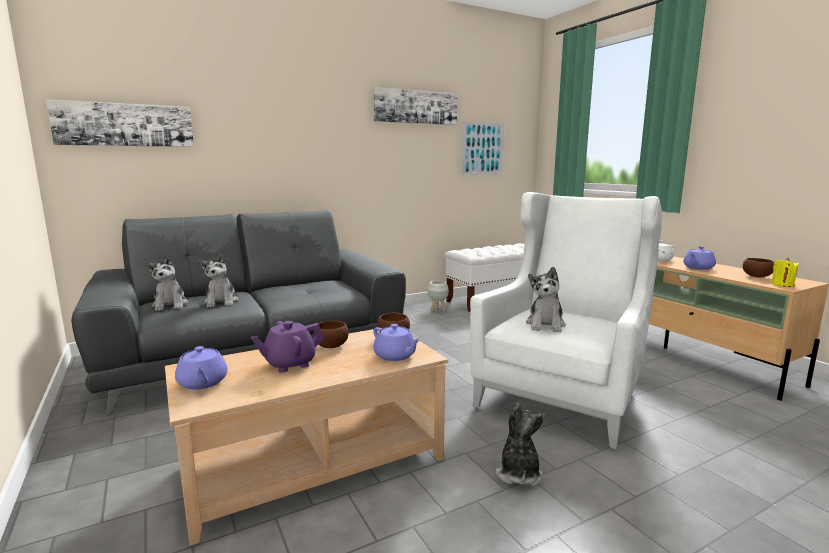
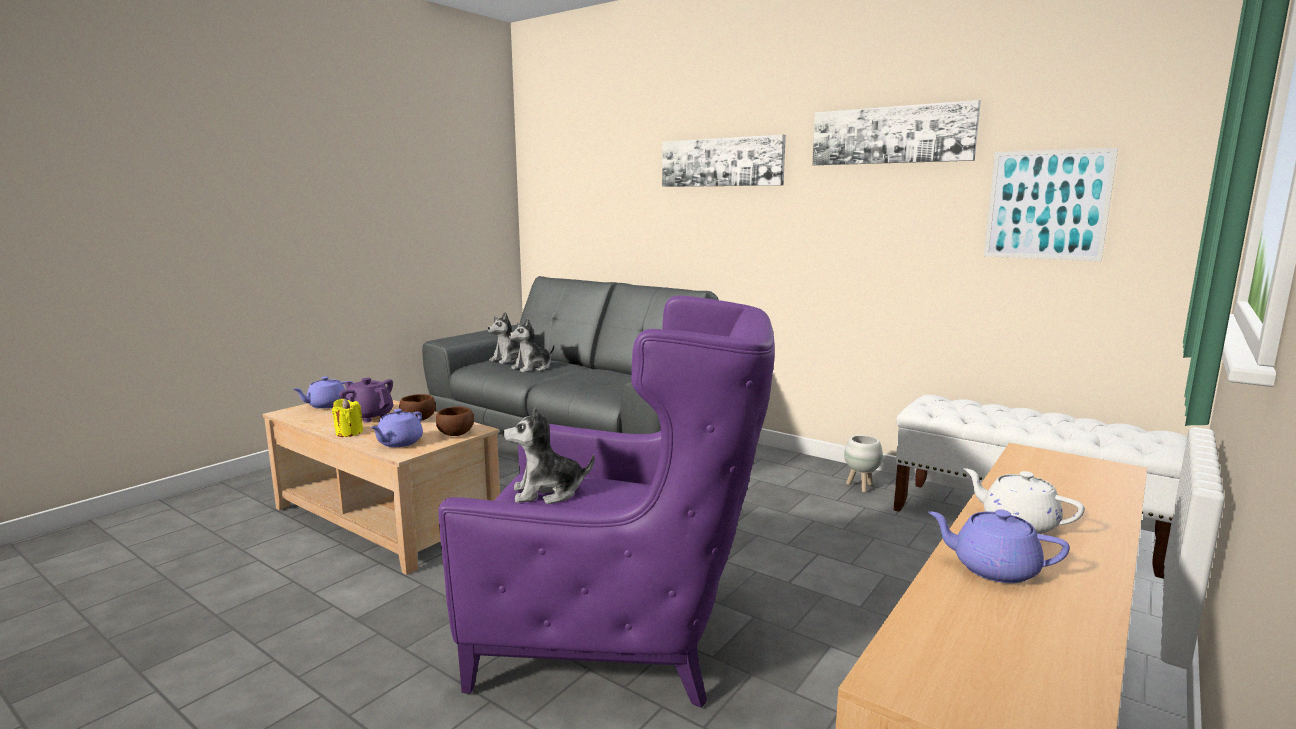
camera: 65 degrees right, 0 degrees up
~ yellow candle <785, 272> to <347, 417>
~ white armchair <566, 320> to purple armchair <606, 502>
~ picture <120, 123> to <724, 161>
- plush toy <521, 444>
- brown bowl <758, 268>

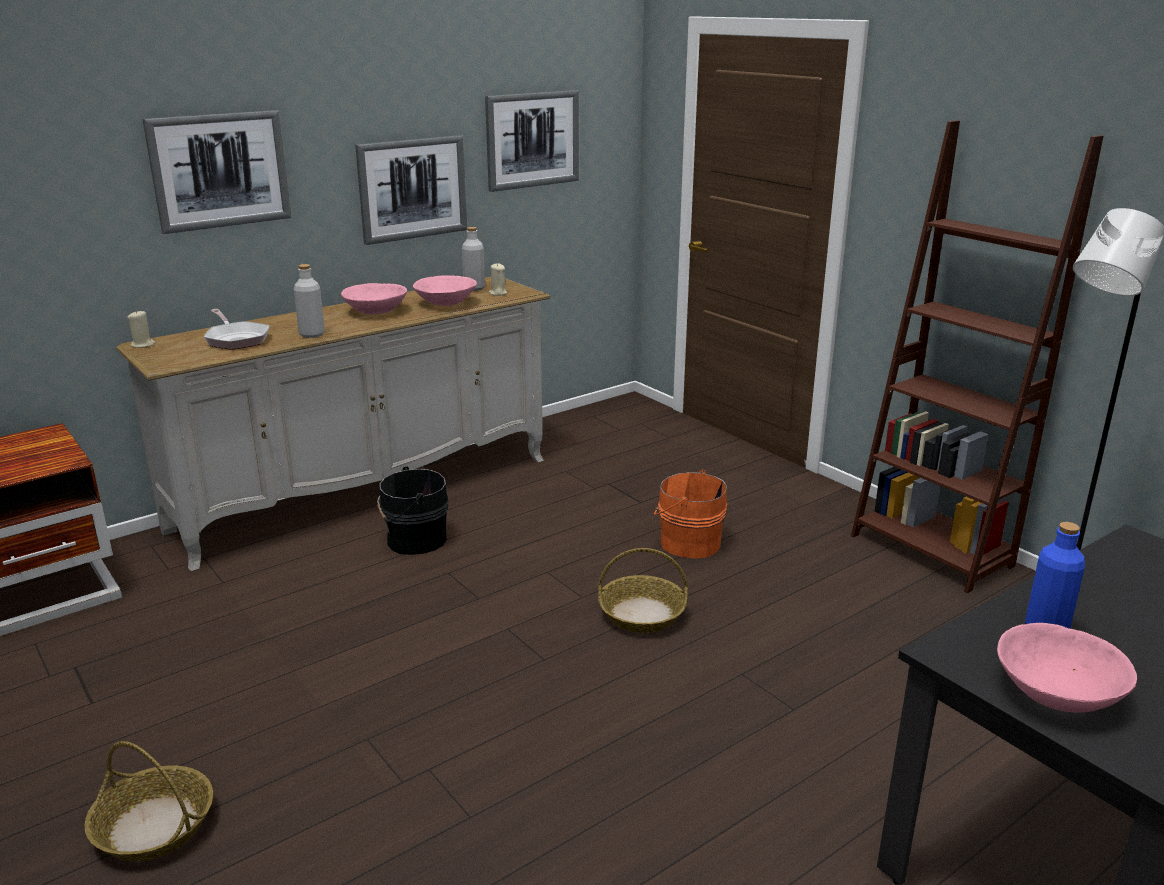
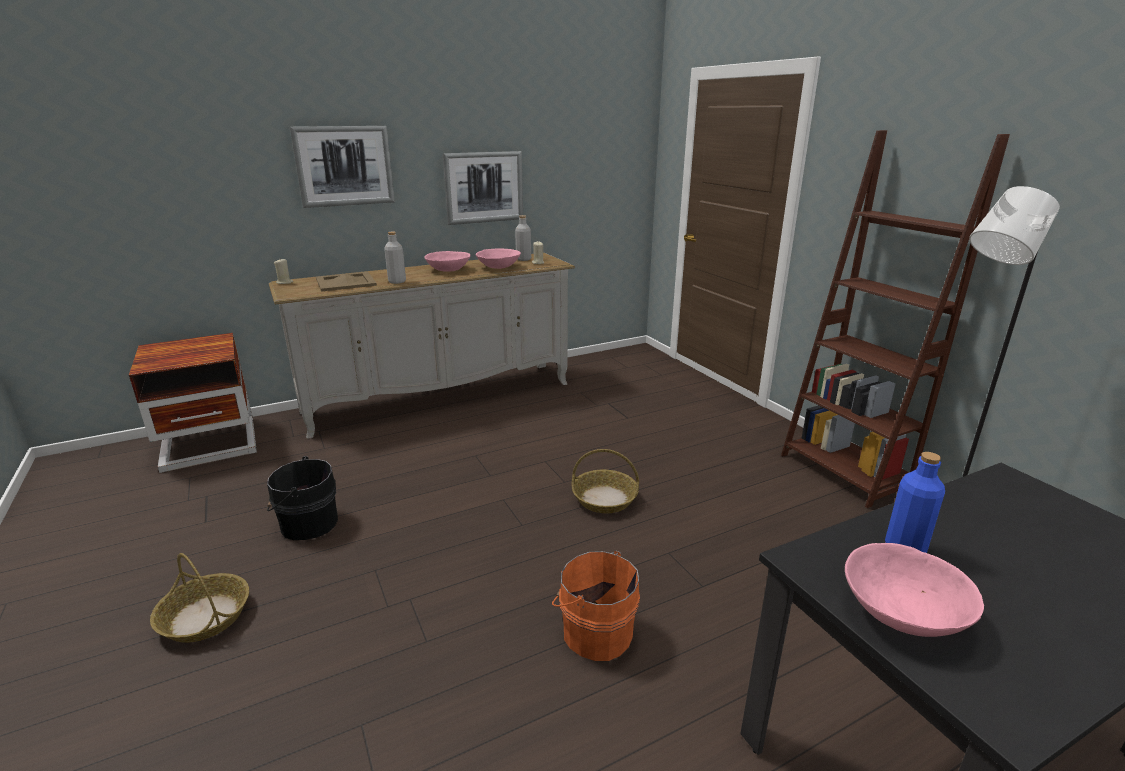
camera: 10 degrees right, 0 degrees up
~ black bucket <412, 510> to <302, 498>
~ frying pan <236, 329> to beige tray <346, 282>
~ orange bucket <690, 514> to <596, 606>
- picture <532, 141>

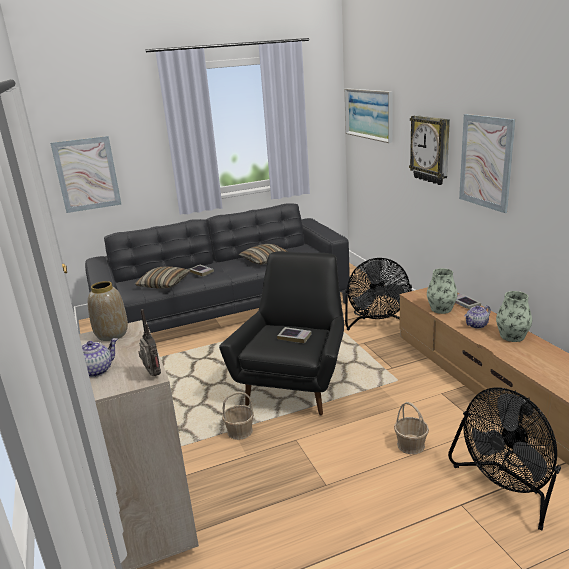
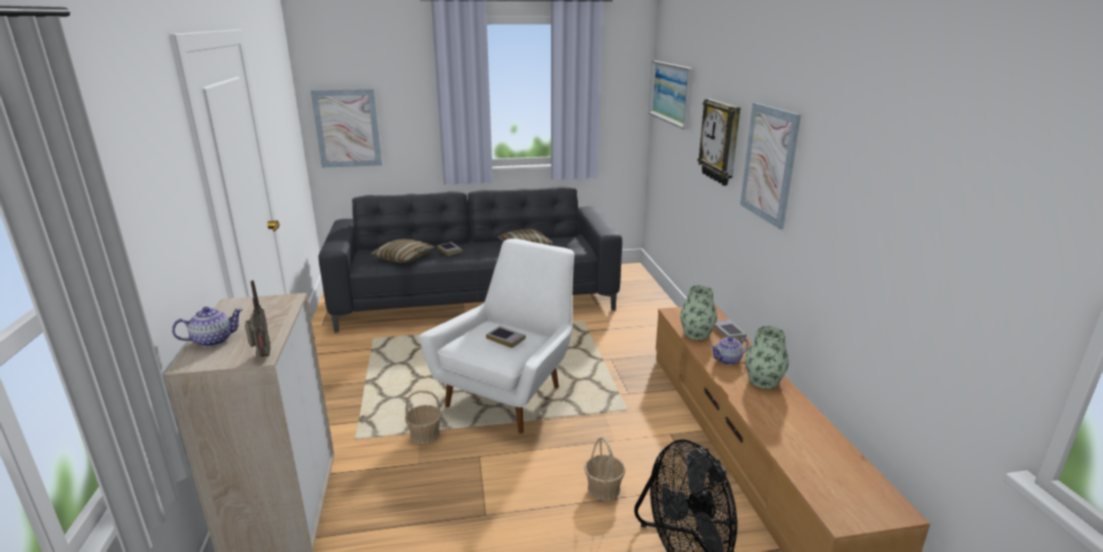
camera: 10 degrees right, 0 degrees up
~ black armchair <281, 333> to white armchair <496, 336>
- vase <108, 311>
- black fan <378, 294>

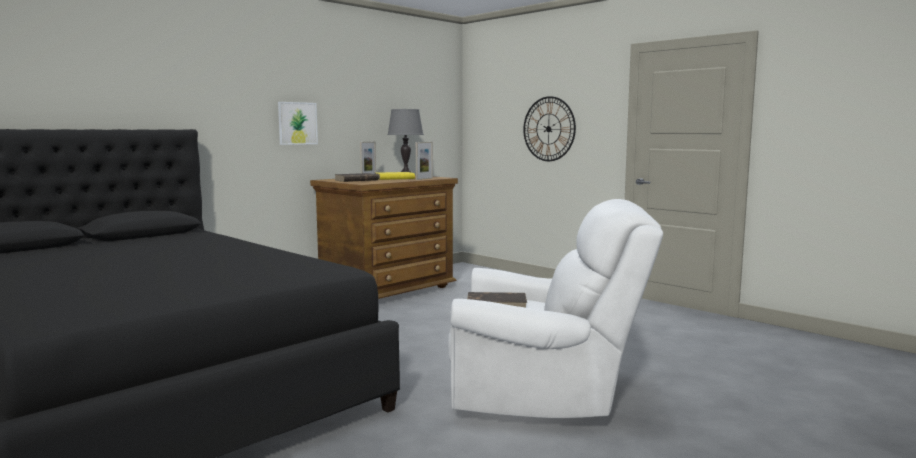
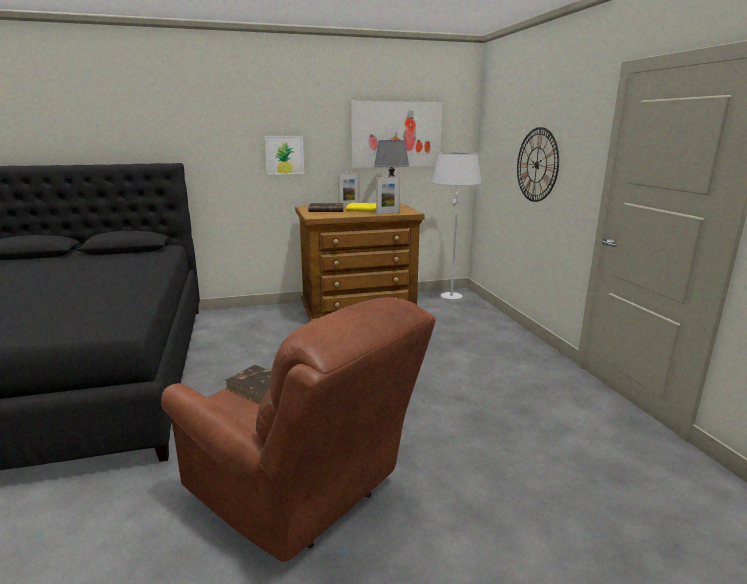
camera: 30 degrees right, 10 degrees up
~ white armchair <555, 308> to brown armchair <298, 429>
+ picture <396, 134>
+ white floor lamp <456, 227>

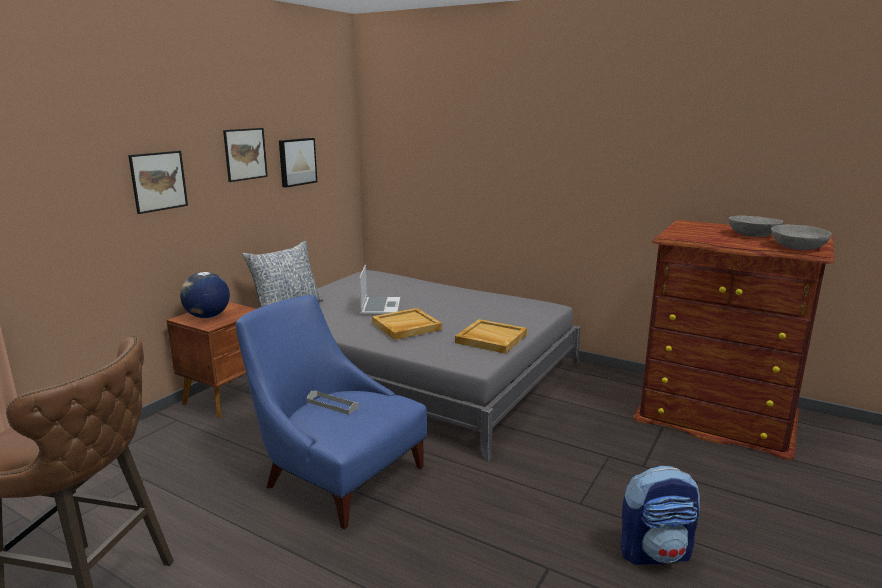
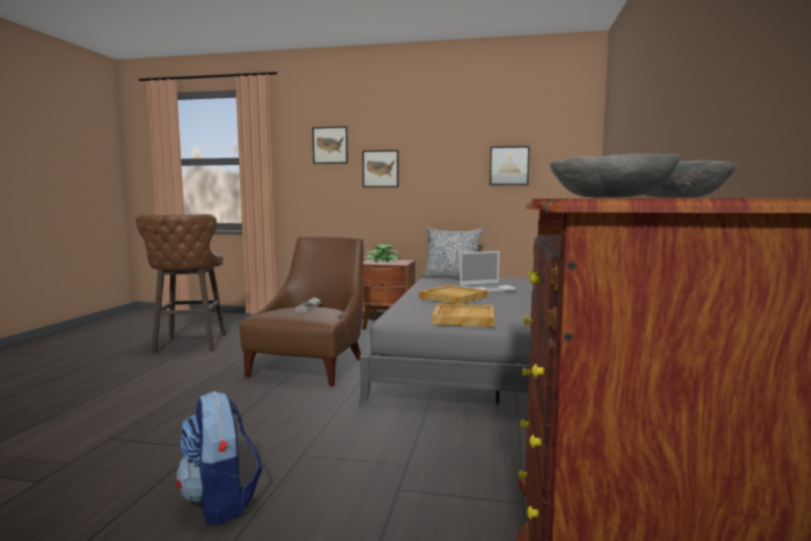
camera: 70 degrees right, 10 degrees down
~ blue armchair <331, 412> to brown armchair <301, 312>
~ picture <245, 155> to <330, 145>
~ globe <205, 295> to potted plant <382, 254>

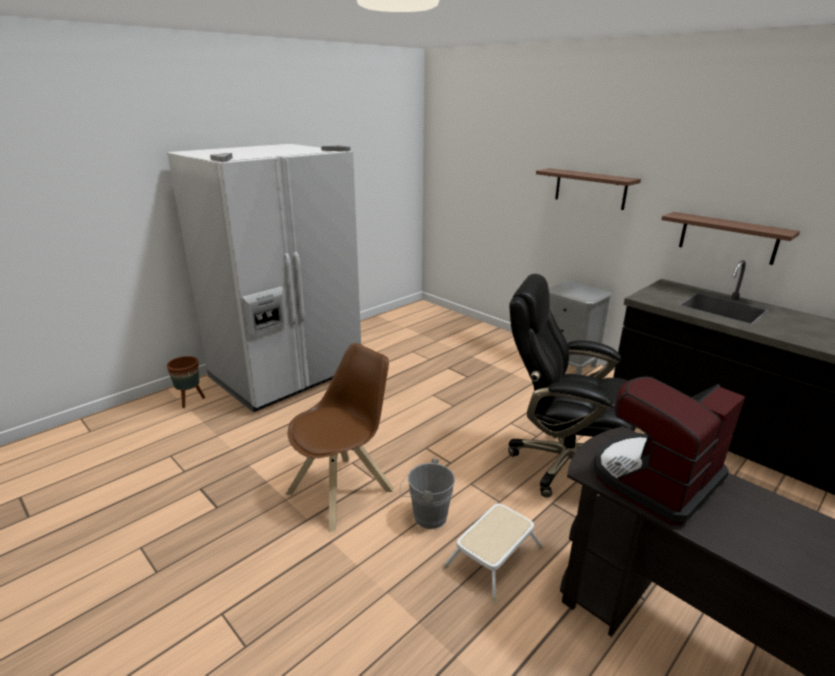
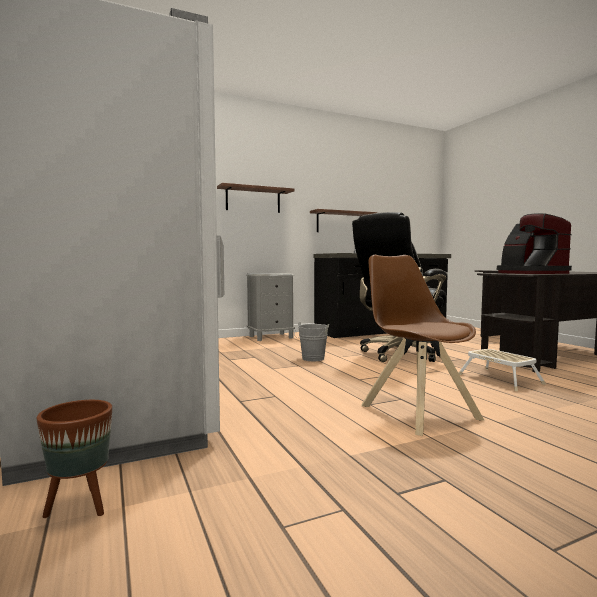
camera: 70 degrees left, 20 degrees down
~ grey bucket <427, 493> to <311, 341>

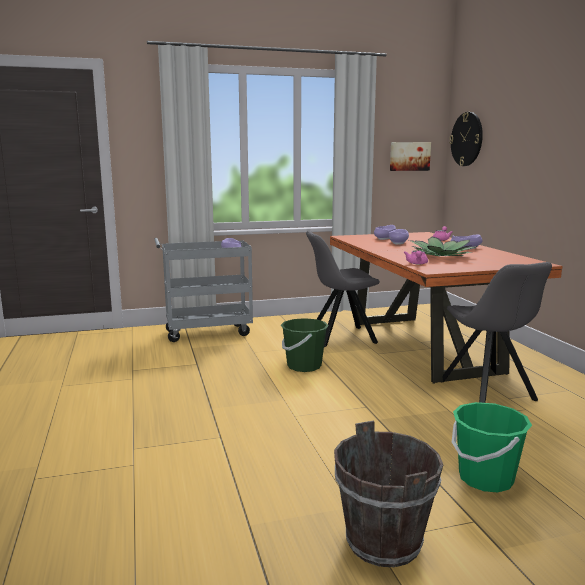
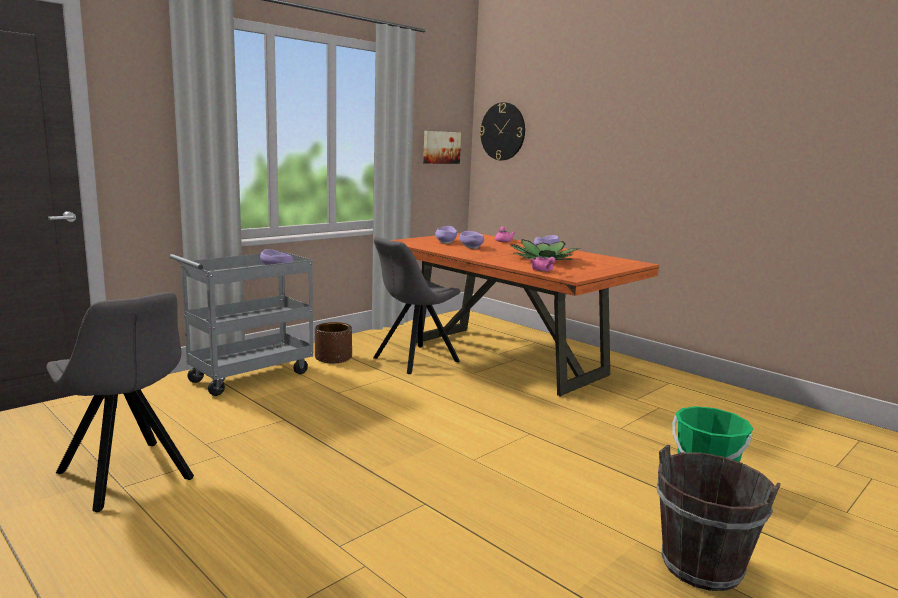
camera: 30 degrees left, 0 degrees up
~ grey chair <497, 332> to <120, 402>
+ brown planter <333, 342>
- green bucket <305, 345>

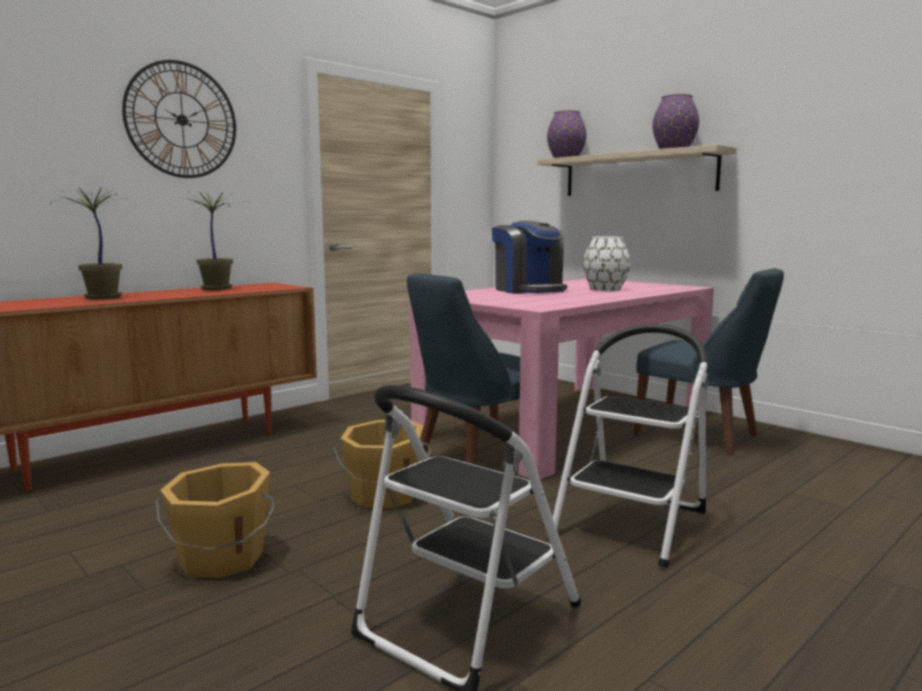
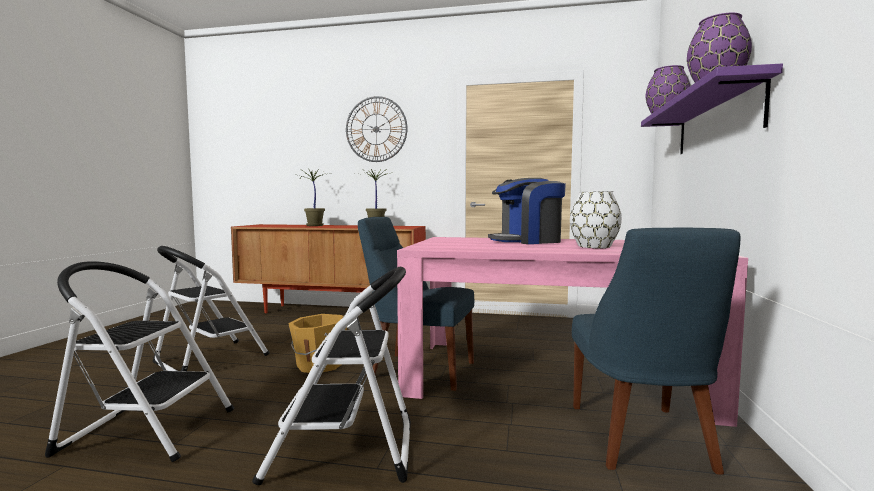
camera: 55 degrees right, 5 degrees down
~ orange bucket <215, 520> to step ladder <211, 308>
~ coffee machine <529, 257> = <527, 211> 45 degrees clockwise
~ beige shelf <637, 170> to purple shelf <712, 109>

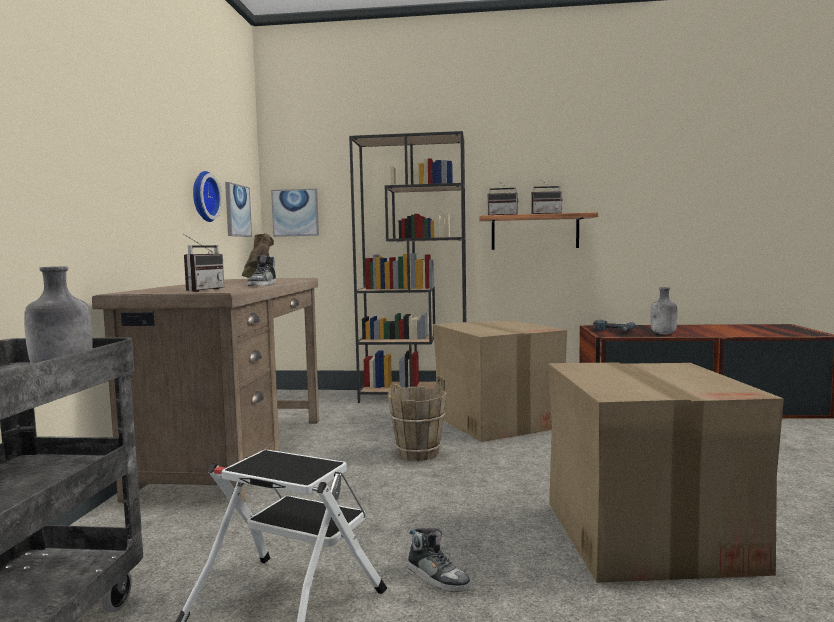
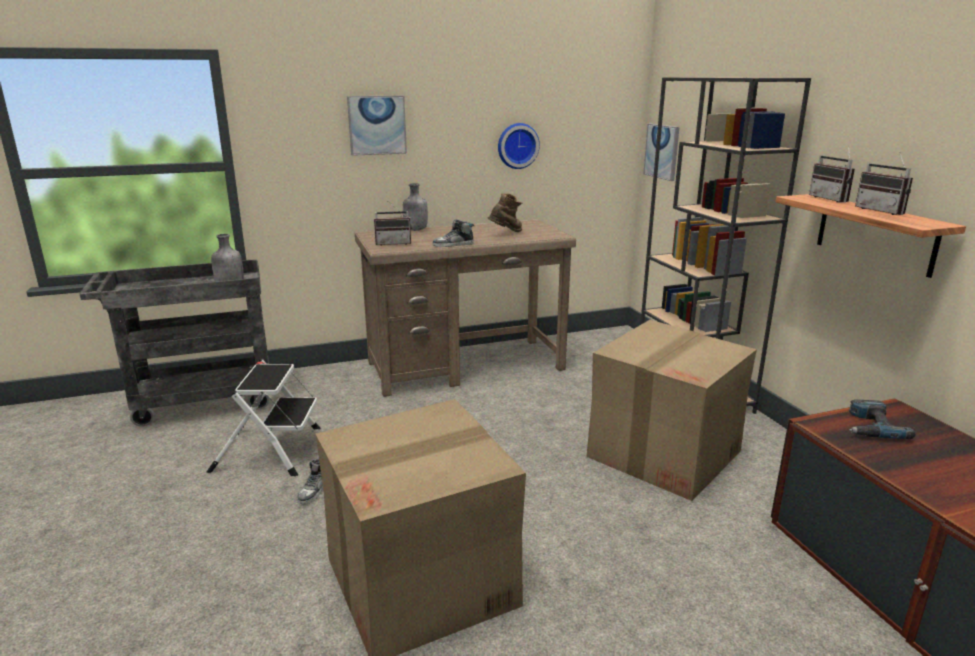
camera: 65 degrees right, 15 degrees up
~ picture <238, 209> to <377, 126>
~ grey bottle <664, 311> to <415, 207>
- brown bucket <417, 418>

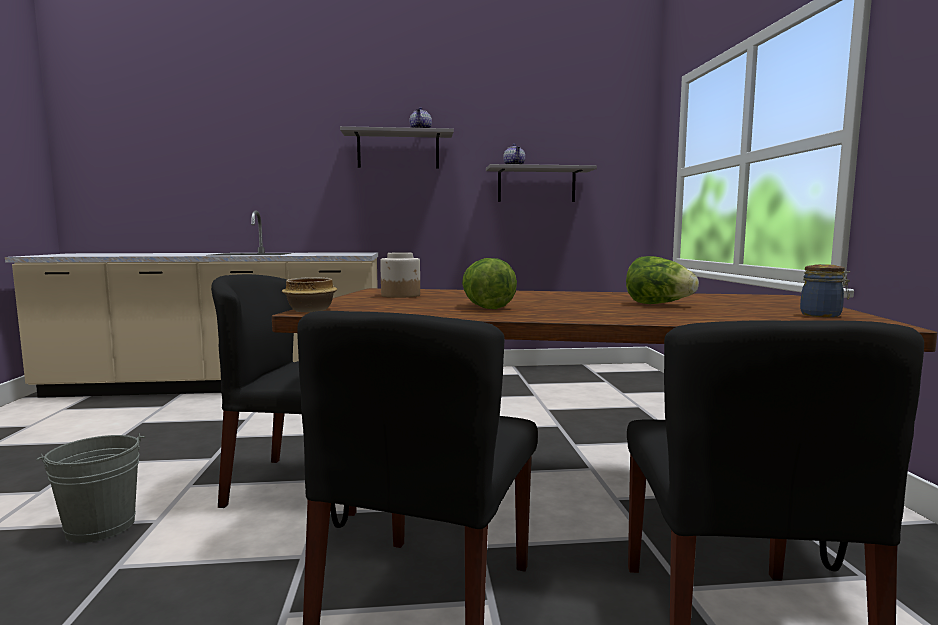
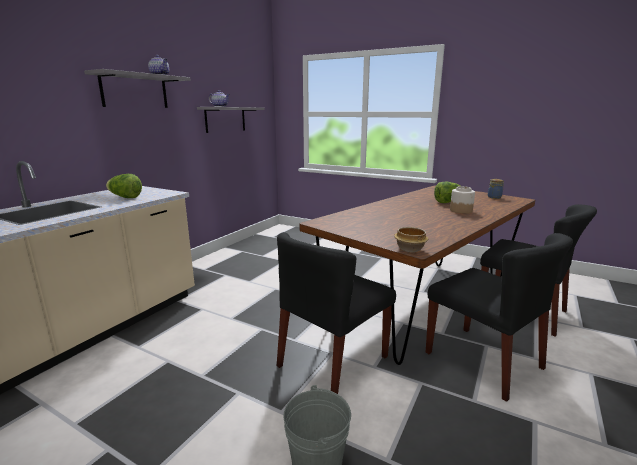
camera: 55 degrees left, 10 degrees up
~ lettuce <489, 283> to <124, 186>
~ jar <400, 275> to <462, 199>

